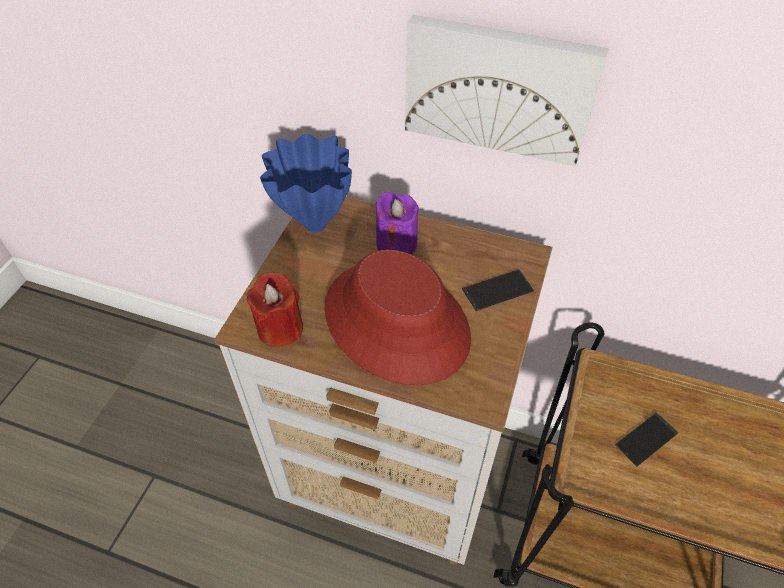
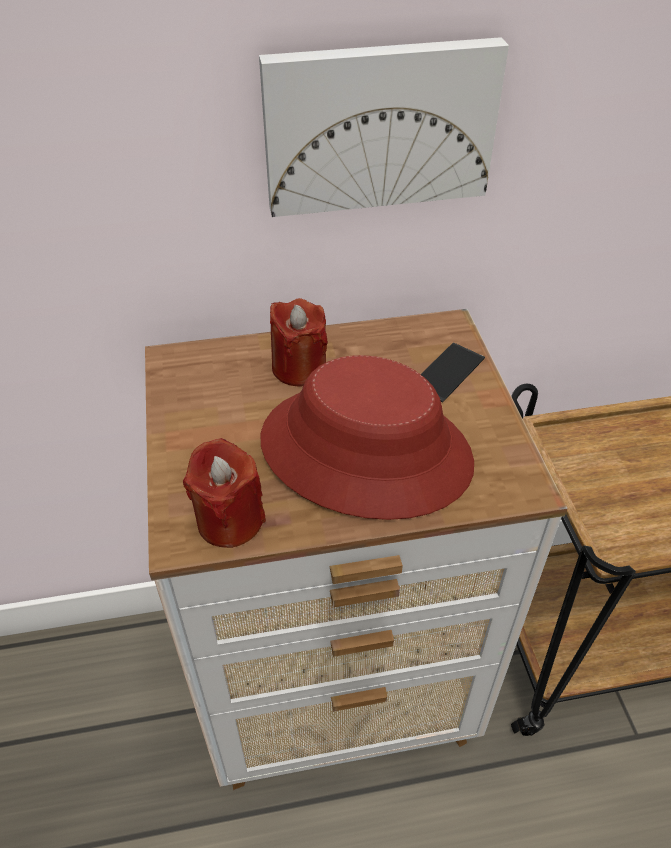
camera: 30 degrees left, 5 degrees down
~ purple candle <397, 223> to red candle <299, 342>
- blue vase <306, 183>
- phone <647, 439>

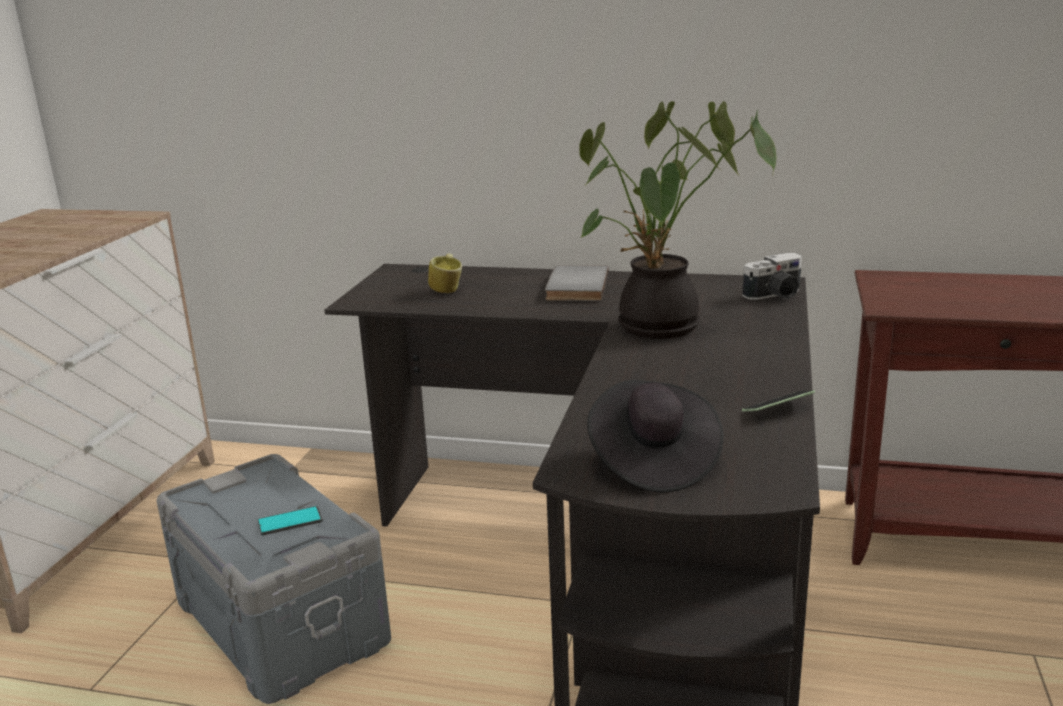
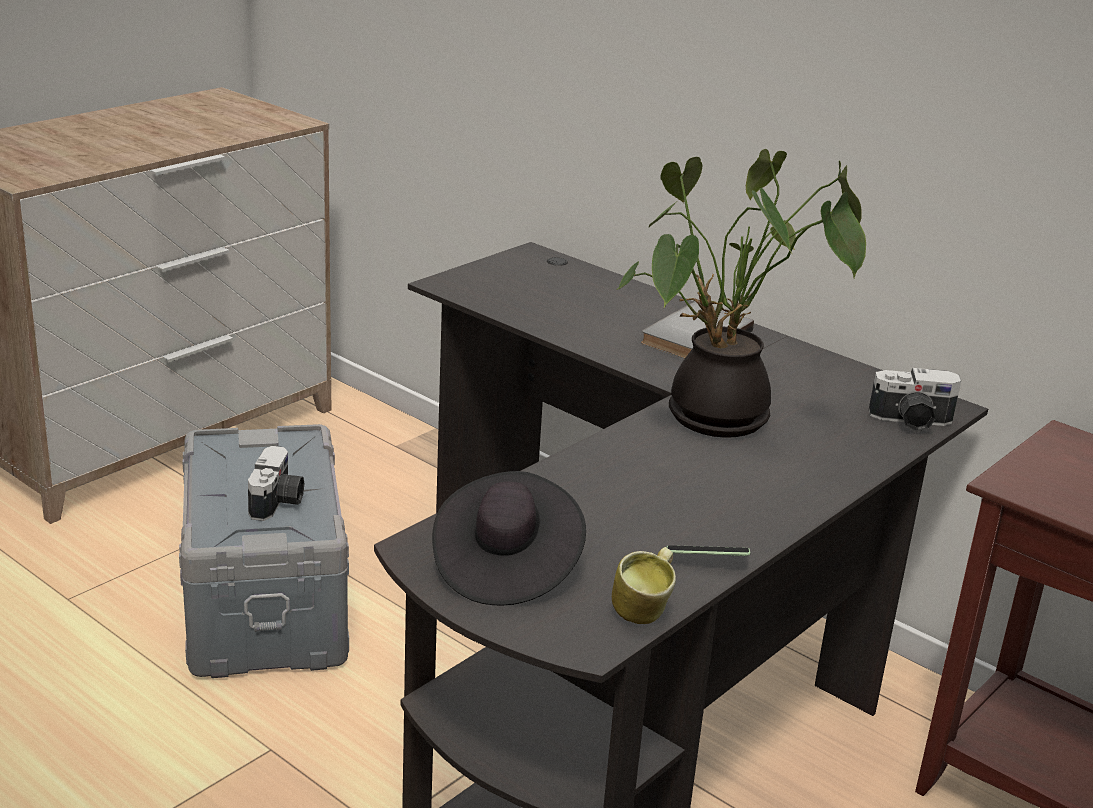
camera: 25 degrees right, 5 degrees up
~ phone <290, 521> to photo camera <276, 483>
~ mug <445, 273> to <644, 585>

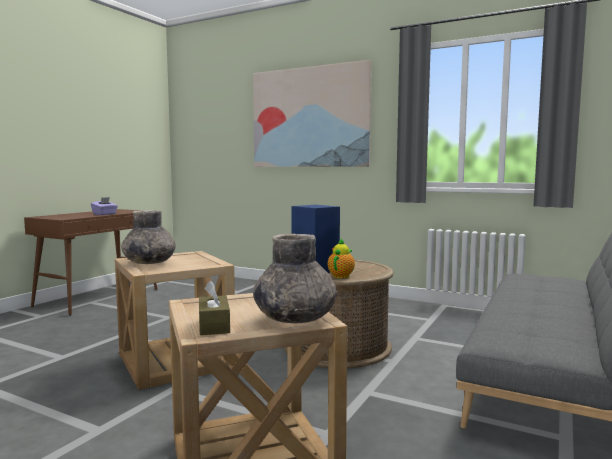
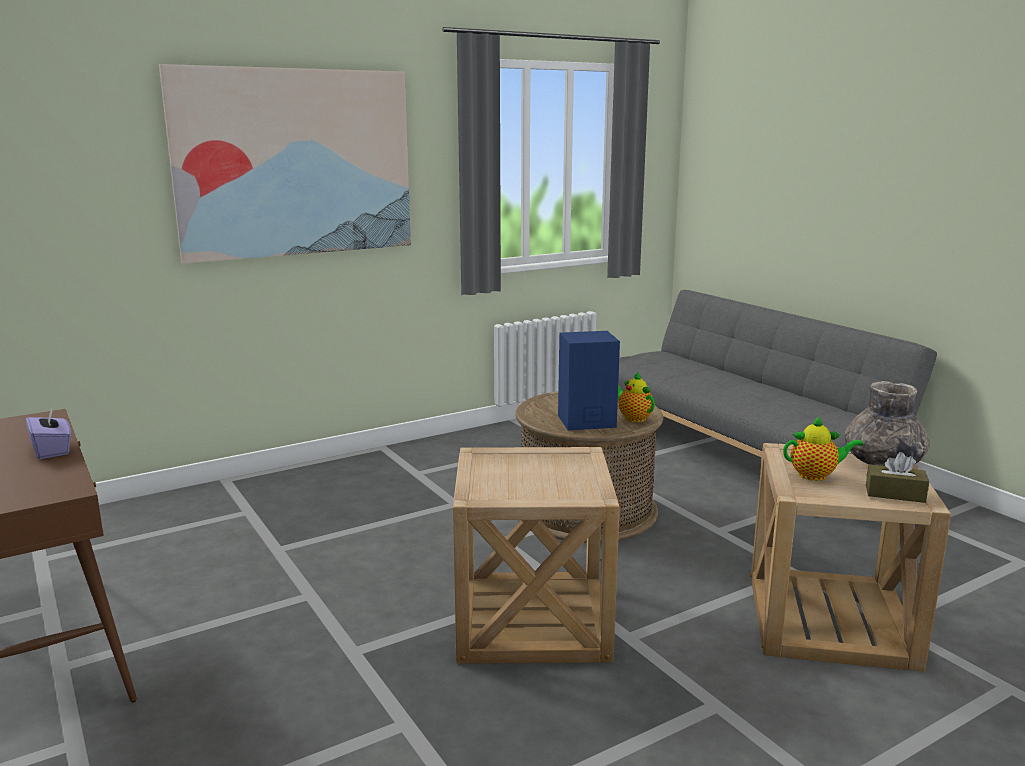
camera: 60 degrees left, 10 degrees up
+ teapot <823, 448>
- grey vase <148, 237>

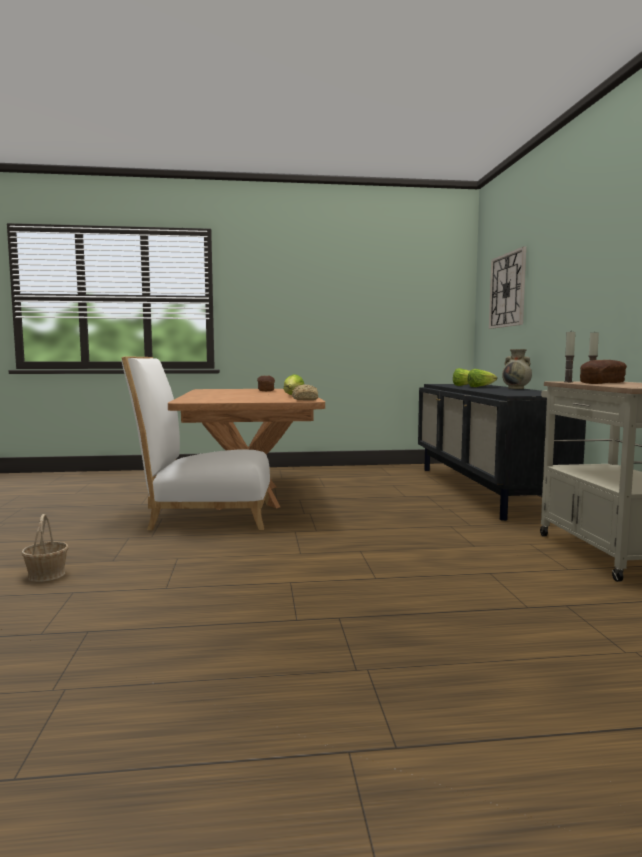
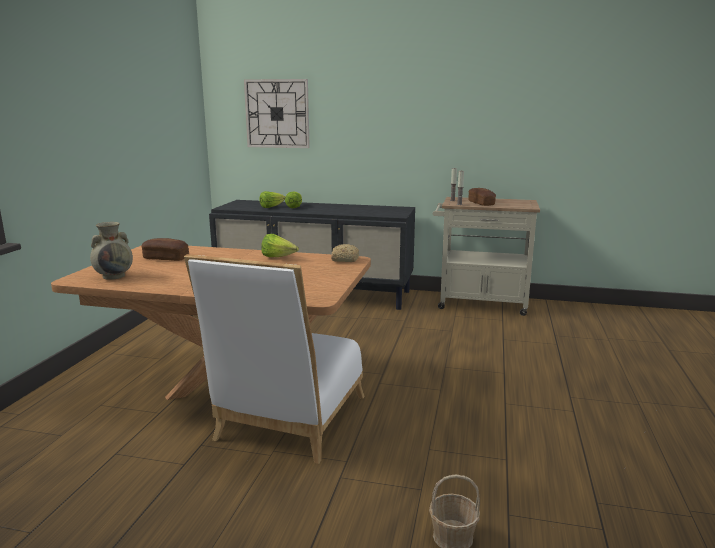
camera: 70 degrees left, 10 degrees up
~ beige vase <517, 369> to <111, 251>

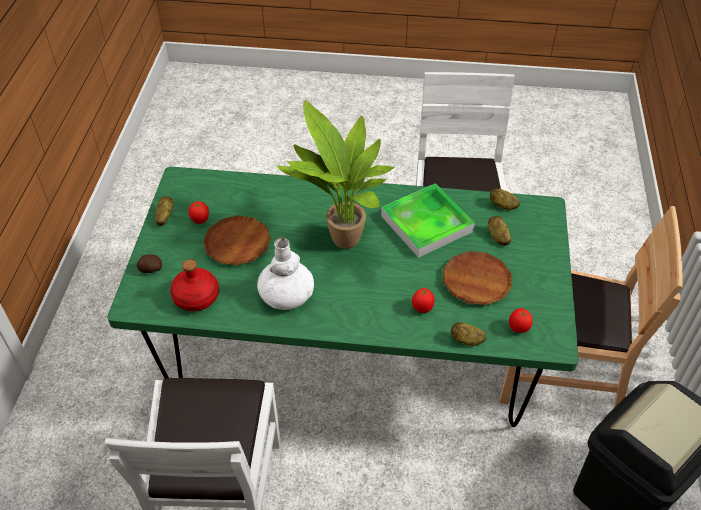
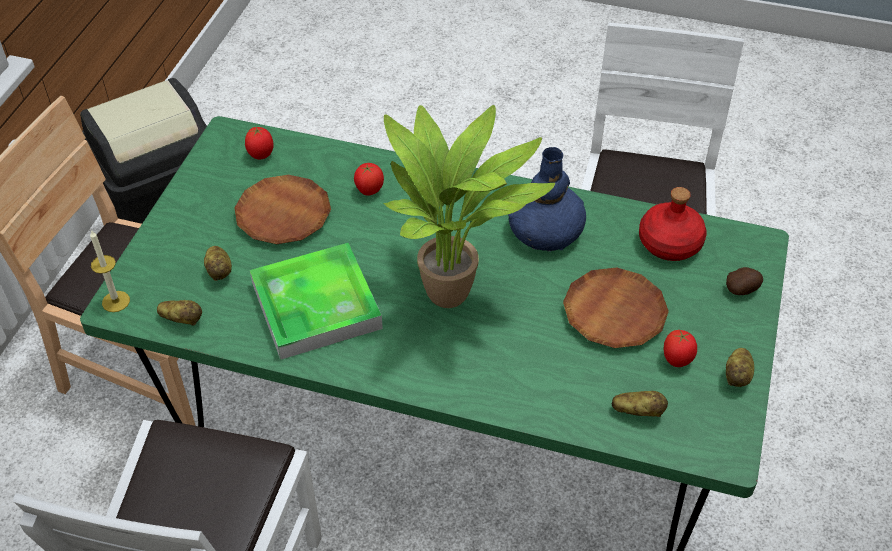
camera: 170 degrees left, 0 degrees up
+ candle <110, 271>
~ white vase <285, 273> to blue vase <547, 199>
~ potato <468, 334> to <640, 404>

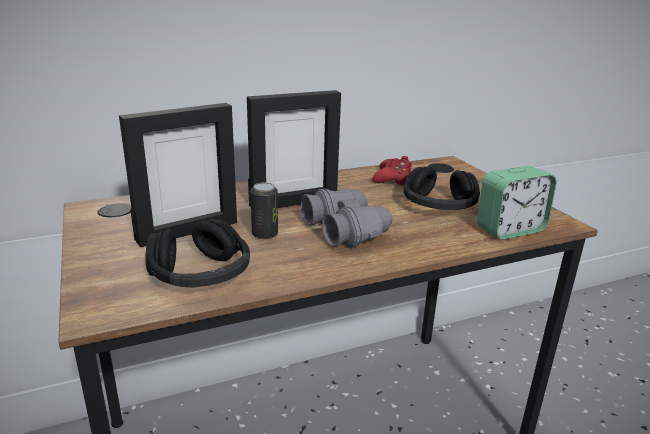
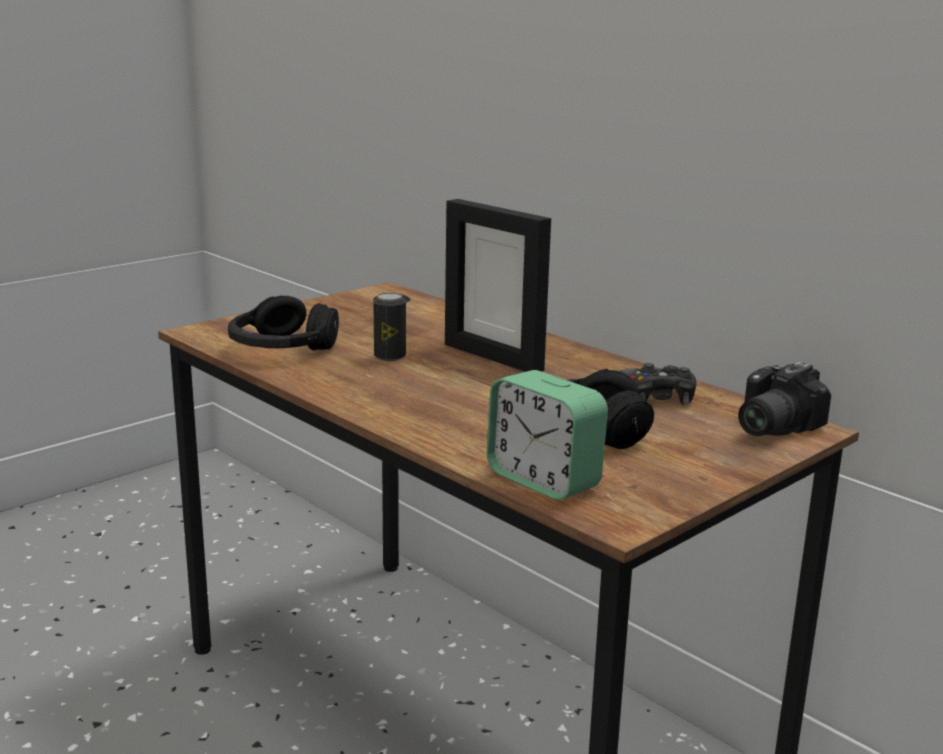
camera: 70 degrees right, 5 degrees down
~ red game controller <392, 170> to black game controller <659, 384>
+ photo camera <784, 399>
- picture frame <178, 175>
- grey binoculars <346, 218>

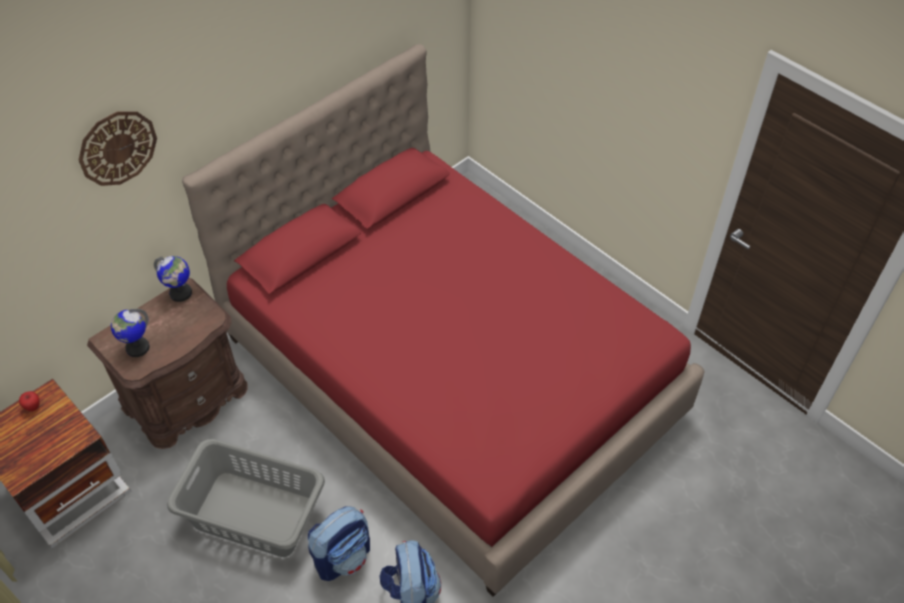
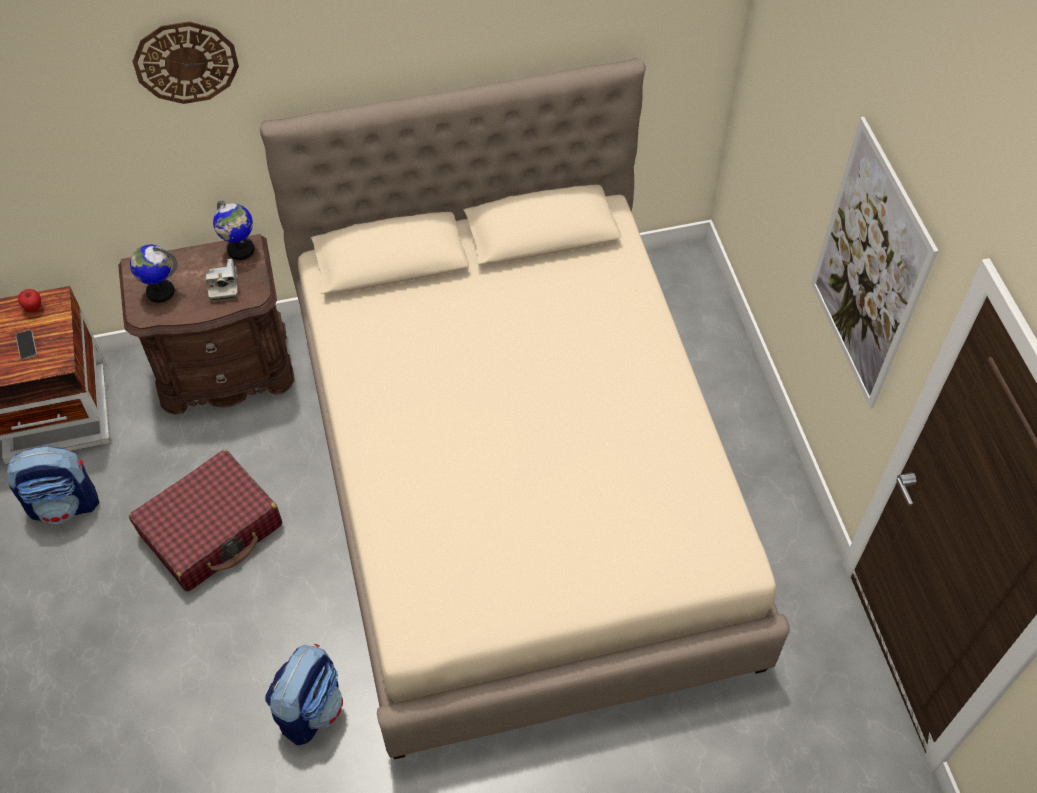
camera: 30 degrees right, 5 degrees up
~ backpack <339, 544> to <53, 485>
+ phone <26, 344>
~ grey laundry basket <246, 498> to red suitcase <205, 520>
+ photo camera <222, 280>
~ red bed <443, 320> to beige bed <525, 408>
+ picture <874, 262>

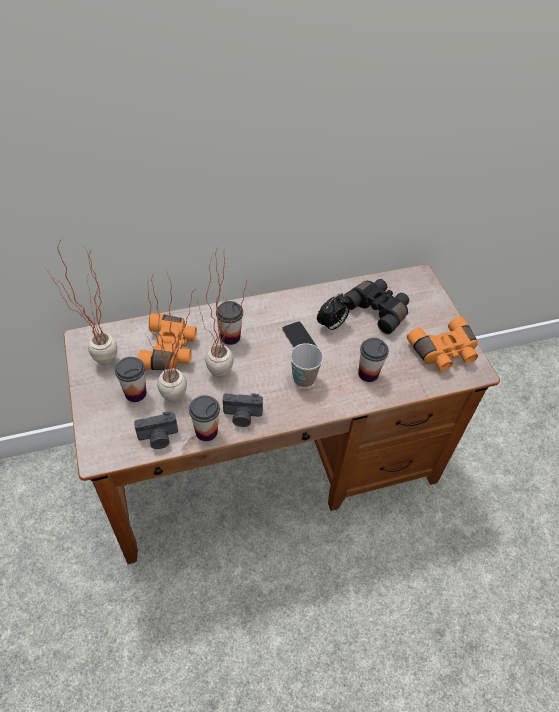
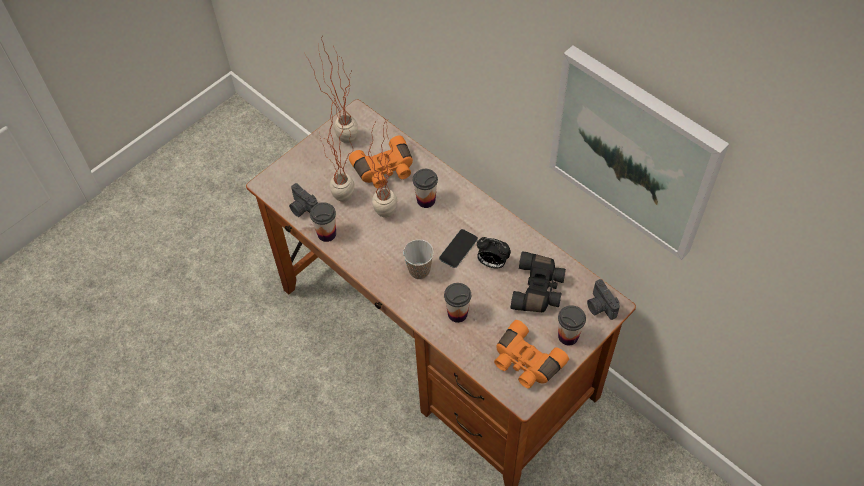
camera: 65 degrees right, 5 degrees up
+ picture <639, 153>
~ cup <131, 379> to <572, 325>
~ photo camera <243, 410> to <603, 299>

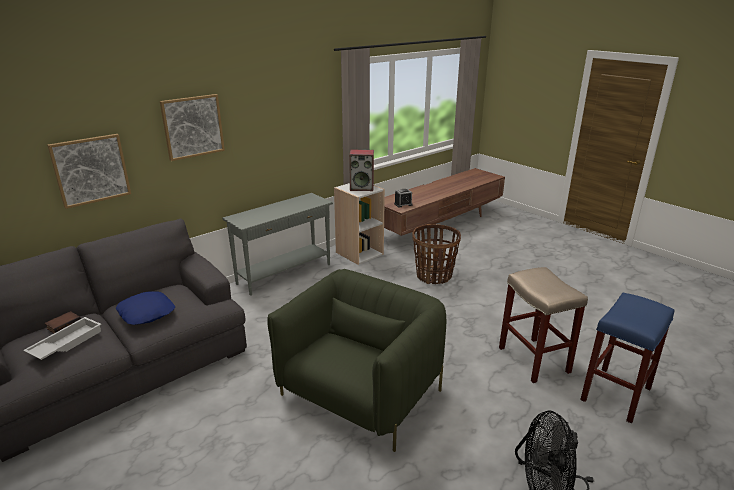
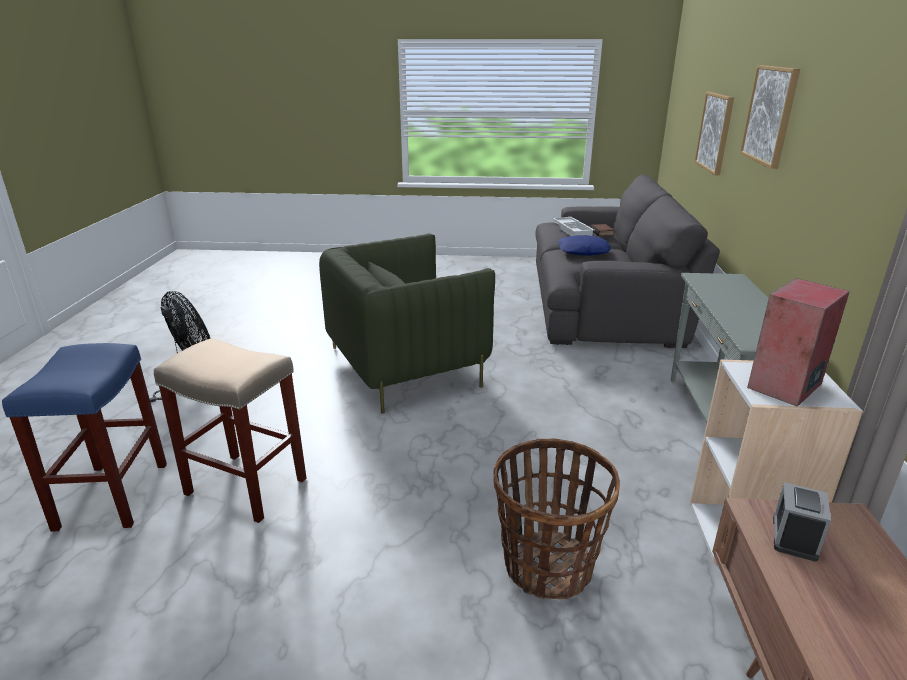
camera: 135 degrees right, 0 degrees up
~ green armchair <356, 360> = <407, 323> 75 degrees clockwise

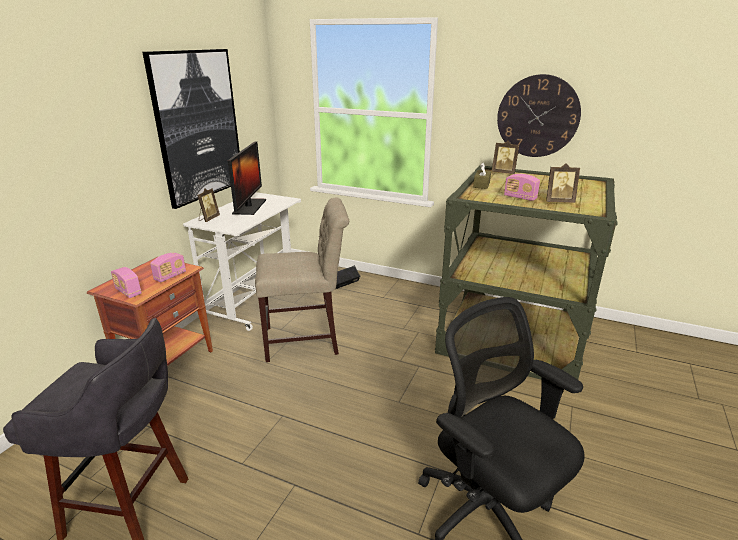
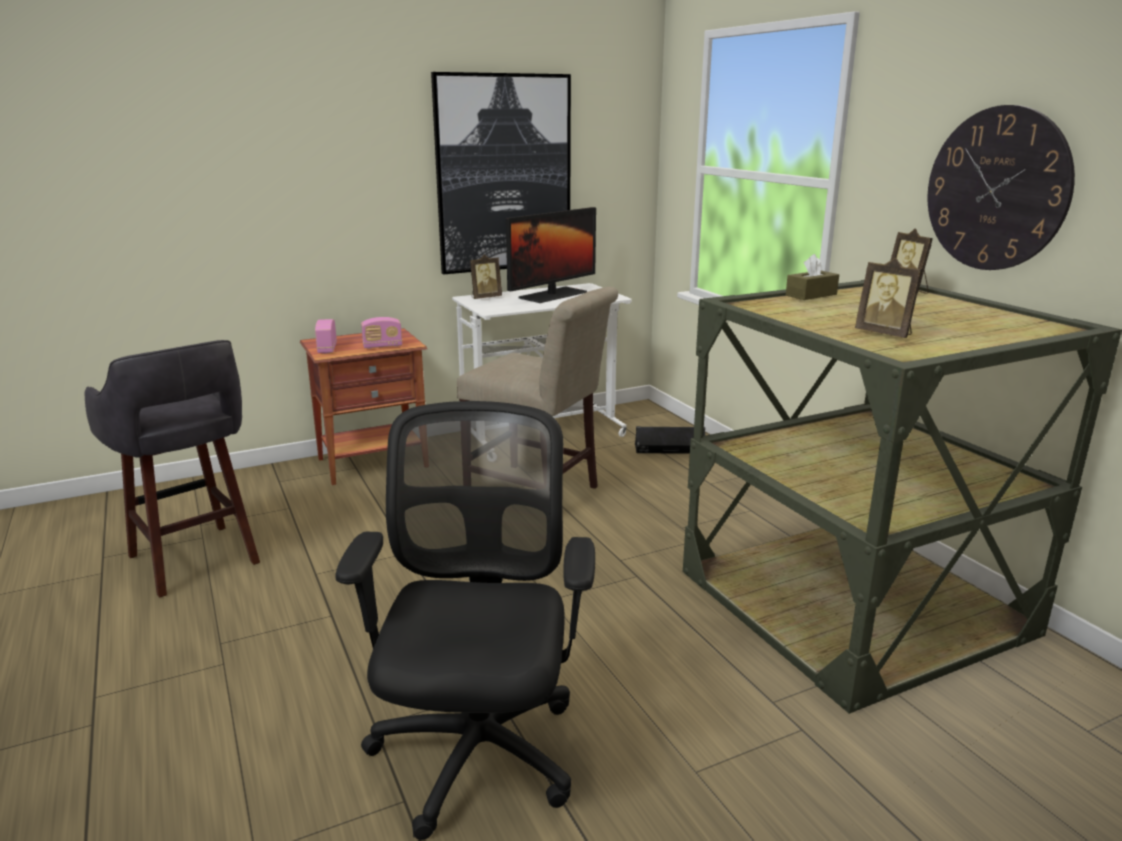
camera: 40 degrees right, 5 degrees down
- radio <522, 187>

